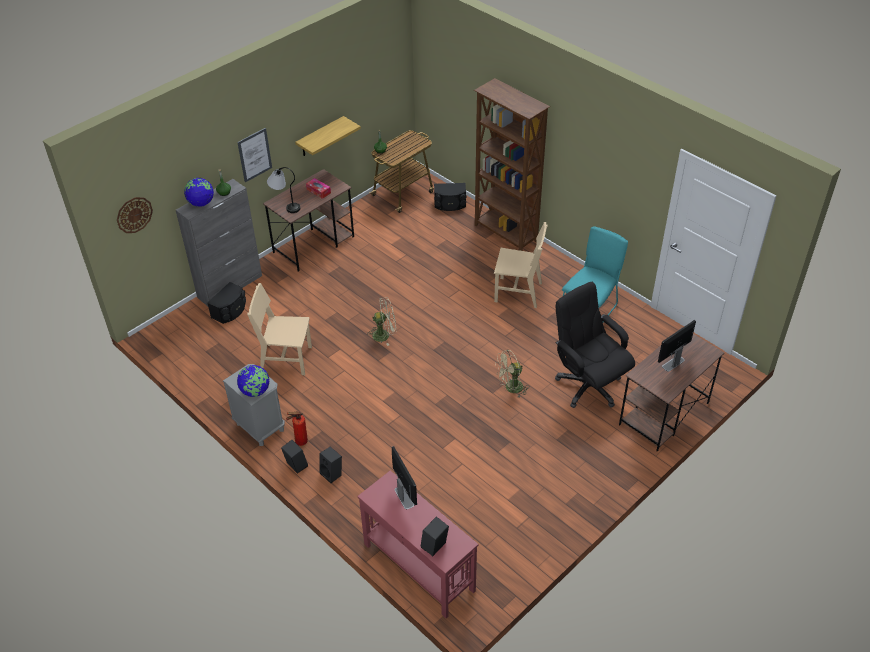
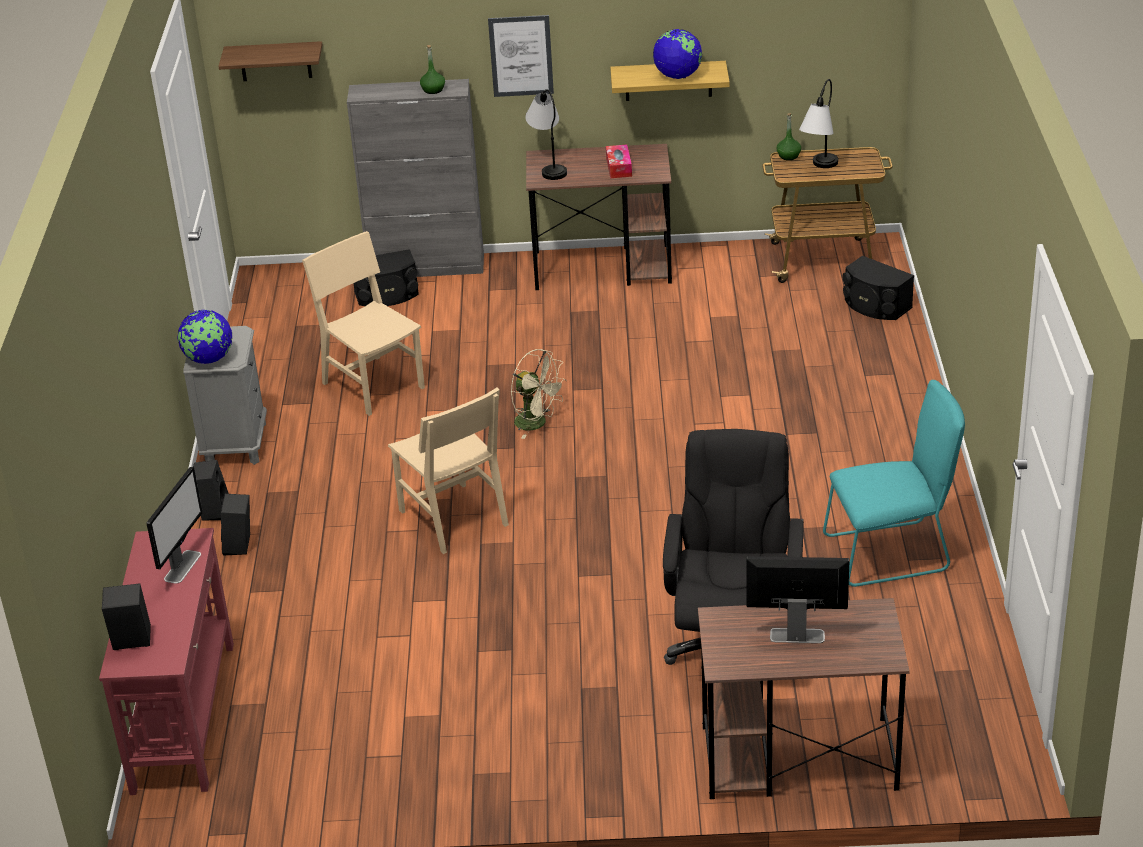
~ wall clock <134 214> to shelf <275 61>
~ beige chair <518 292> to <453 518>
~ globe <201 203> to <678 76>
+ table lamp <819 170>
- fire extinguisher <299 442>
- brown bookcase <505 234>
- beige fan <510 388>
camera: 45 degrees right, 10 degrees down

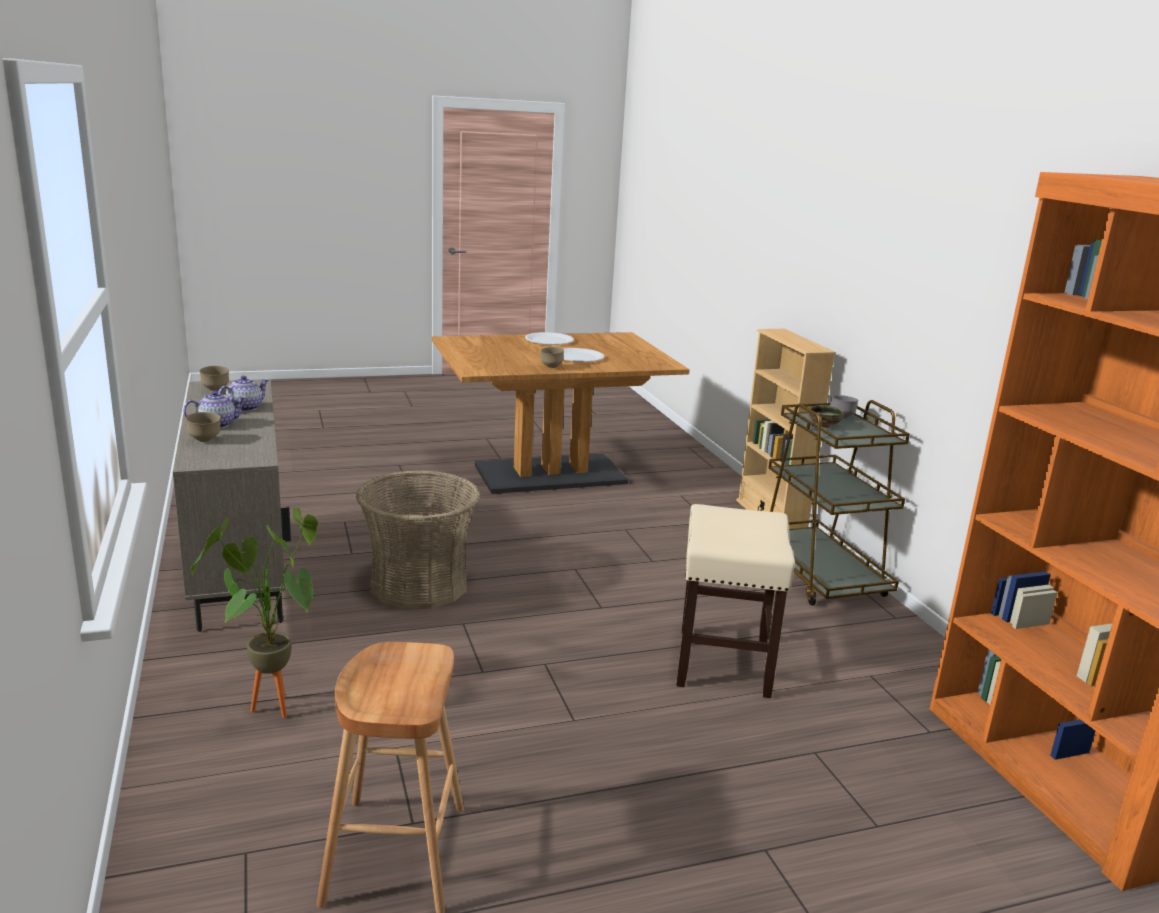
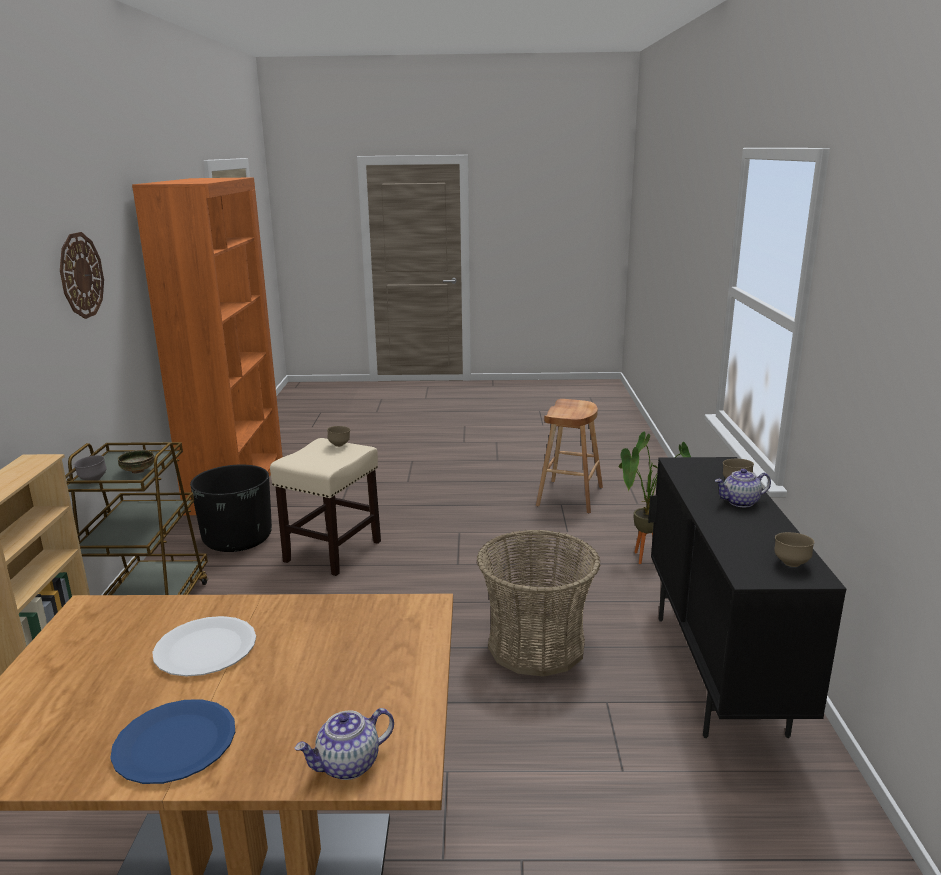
+ wall clock <81 275>
~ white plate <549 340> to blue plate <174 743>
+ black planter <237 539>
~ teapot <245 408> to <348 765>
~ brown bowl <551 367> to <339 445>
~ beige cabinet <240 581> to black cabinet <717 673>
camera: 160 degrees left, 0 degrees up

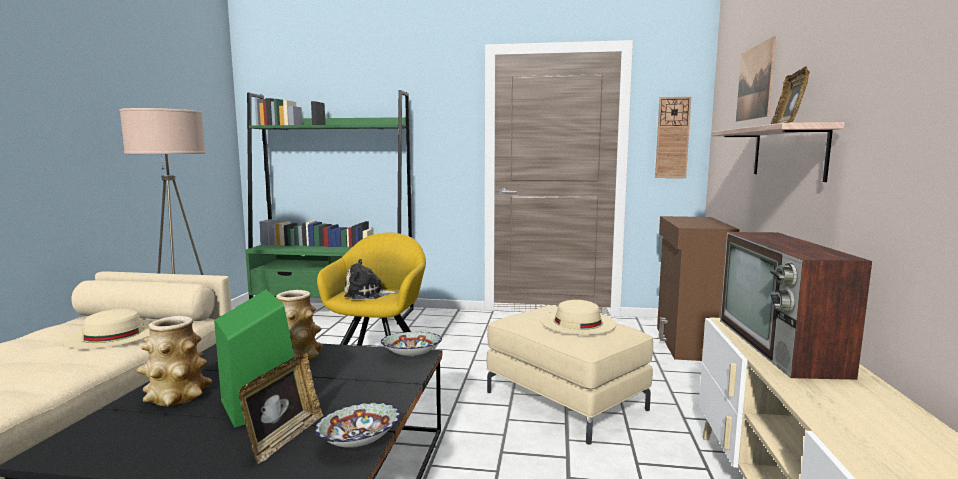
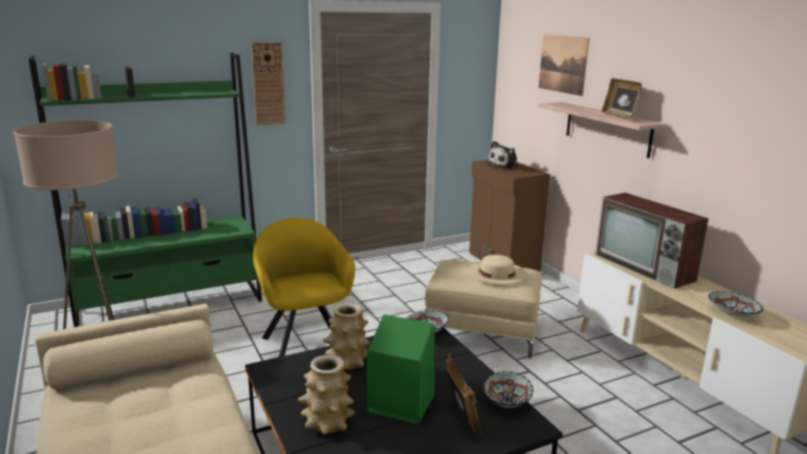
~ wall clock <672 138> to <268 83>
~ plush toy <367 294> to <505 166>
+ bowl <732 314>
- beige hat <113 334>
camera: 35 degrees left, 10 degrees up

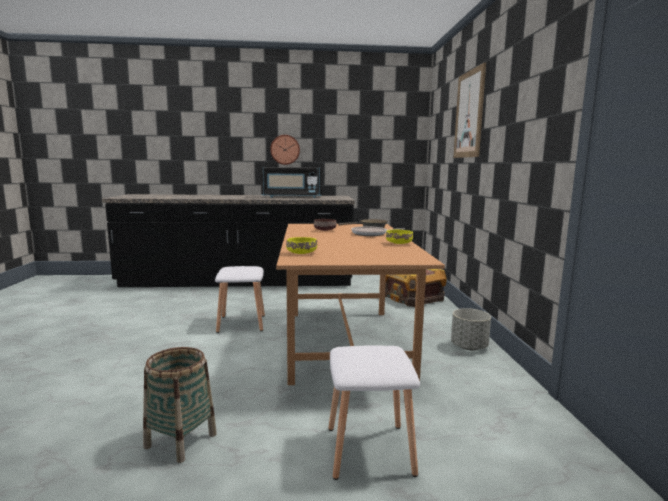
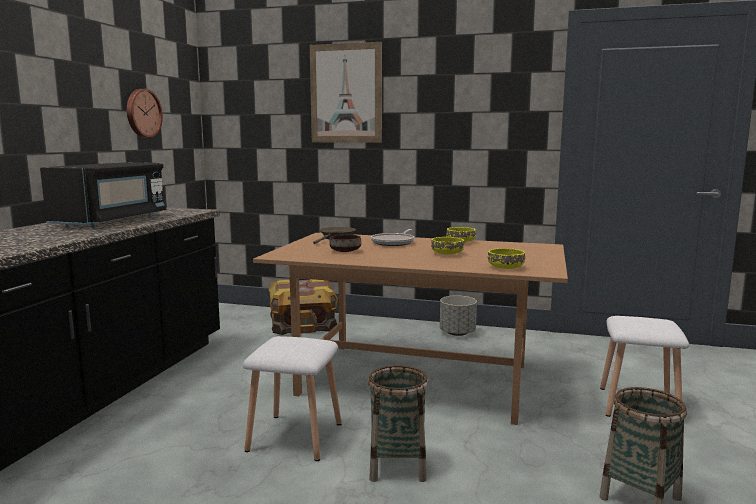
~ wall clock <285 149> to <142 113>
+ basket <397 466>
+ yellow bowl <447 254>
camera: 70 degrees left, 0 degrees up

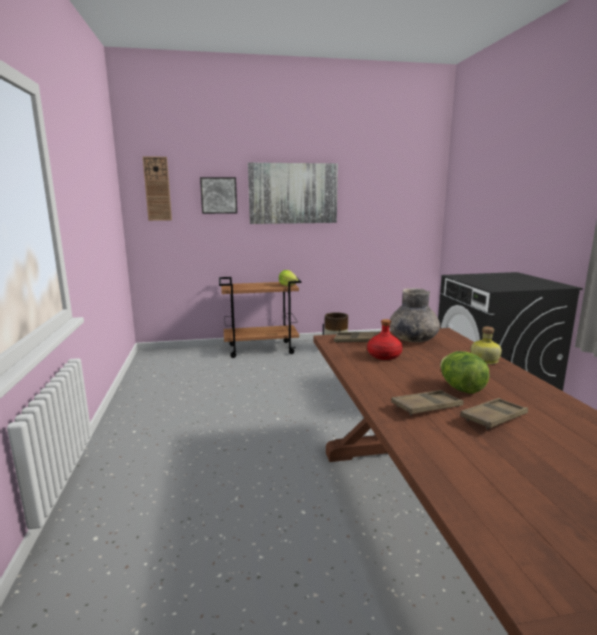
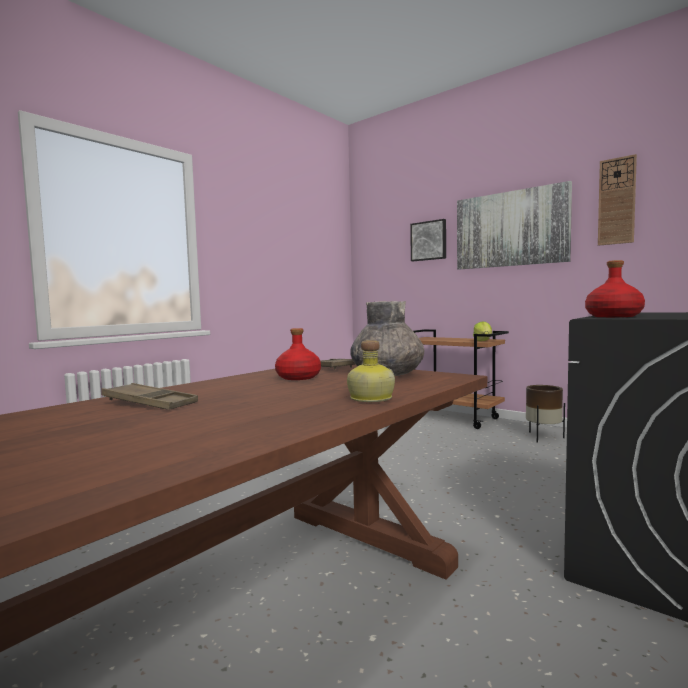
+ red bottle <614 316>
~ wall clock <157 189> to <616 201>
- lettuce <461 388>
- brown tray <494 418>
camera: 50 degrees right, 10 degrees down

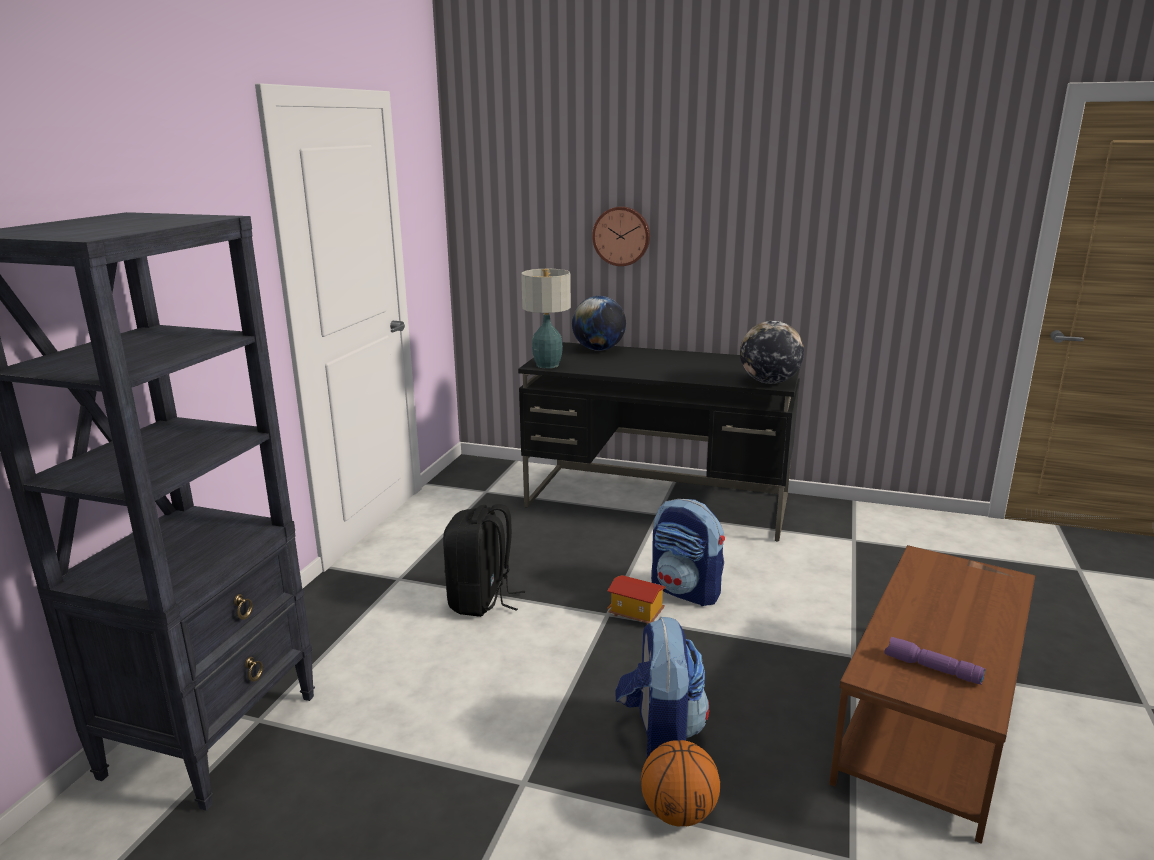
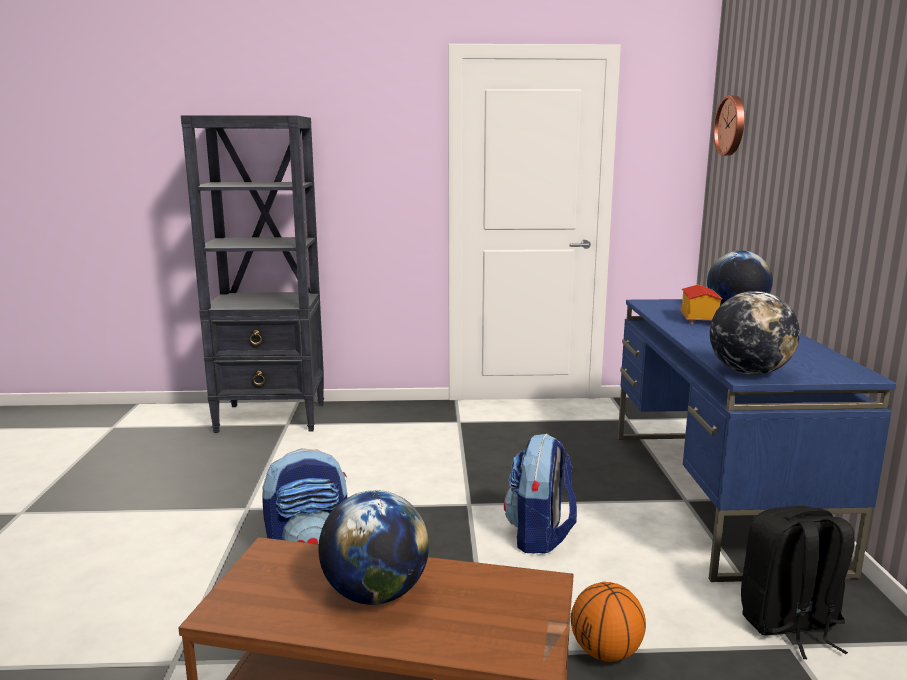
+ globe <375 594>
~ basketball <678 813> to <605 652>
~ black desk <659 501> to blue desk <716 496>
~ toy house <635 614> to <698 320>
~ wall clock <621 236> to <732 125>
~ black backpack <481 600> to <790 625>
- table lamp <547 365>
- purple flashlight <931 669>
camera: 70 degrees right, 5 degrees down

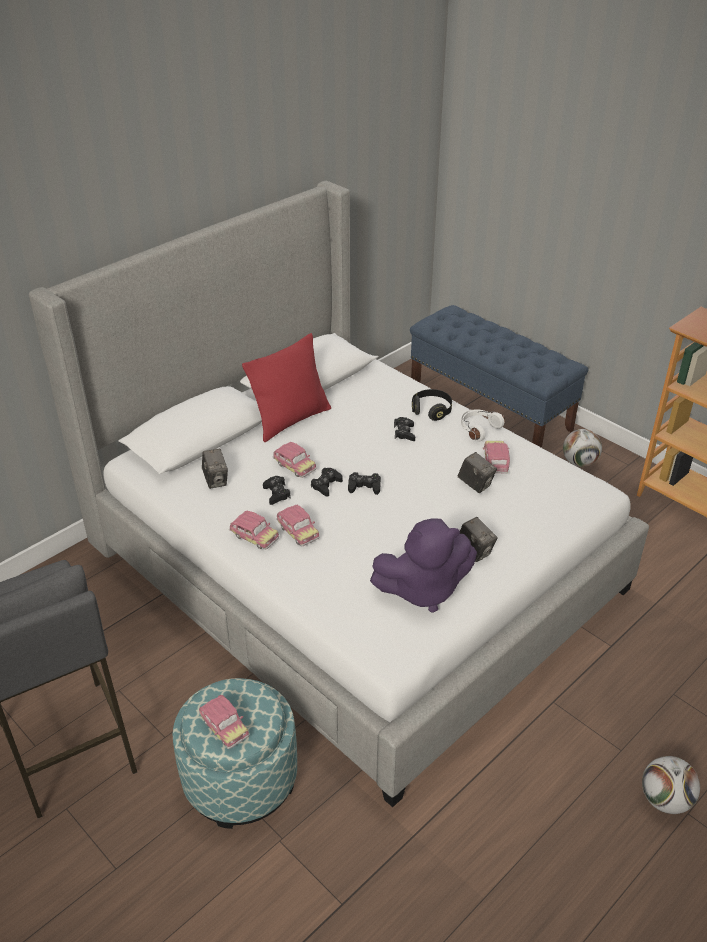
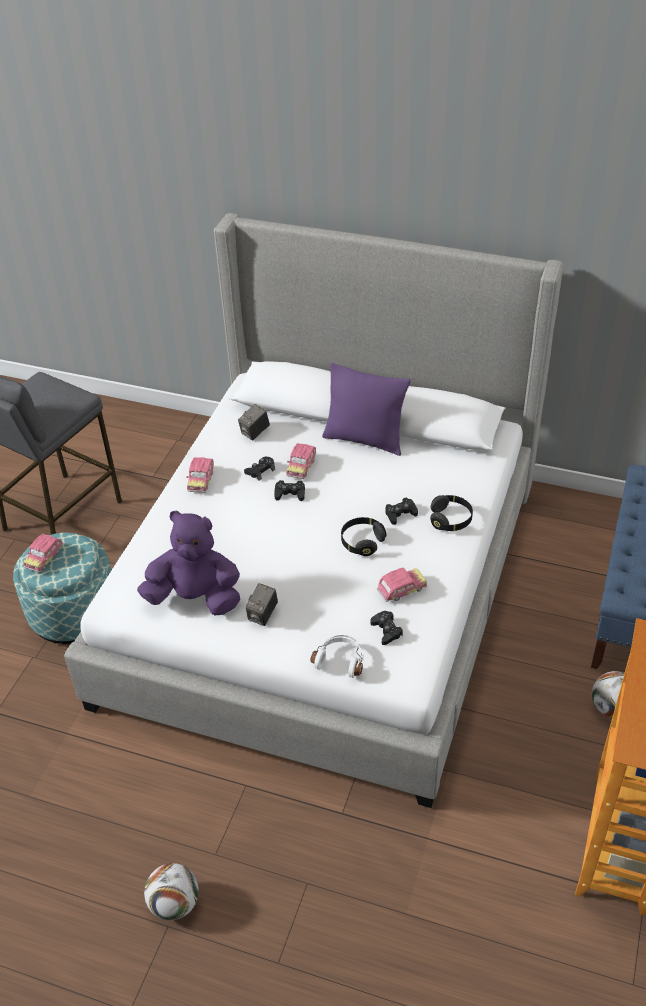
~ purple plush toy <423 590> = <195 598> 135 degrees clockwise
~ white headphones <478 429> to <340 660>
~ red pillow <291 420> to purple pillow <365 439>
+ black headphones <362 542>
~ black game controller <364 487> to <386 630>
- toy car <297 532>
- photo camera <475 484>
camera: 65 degrees right, 5 degrees up

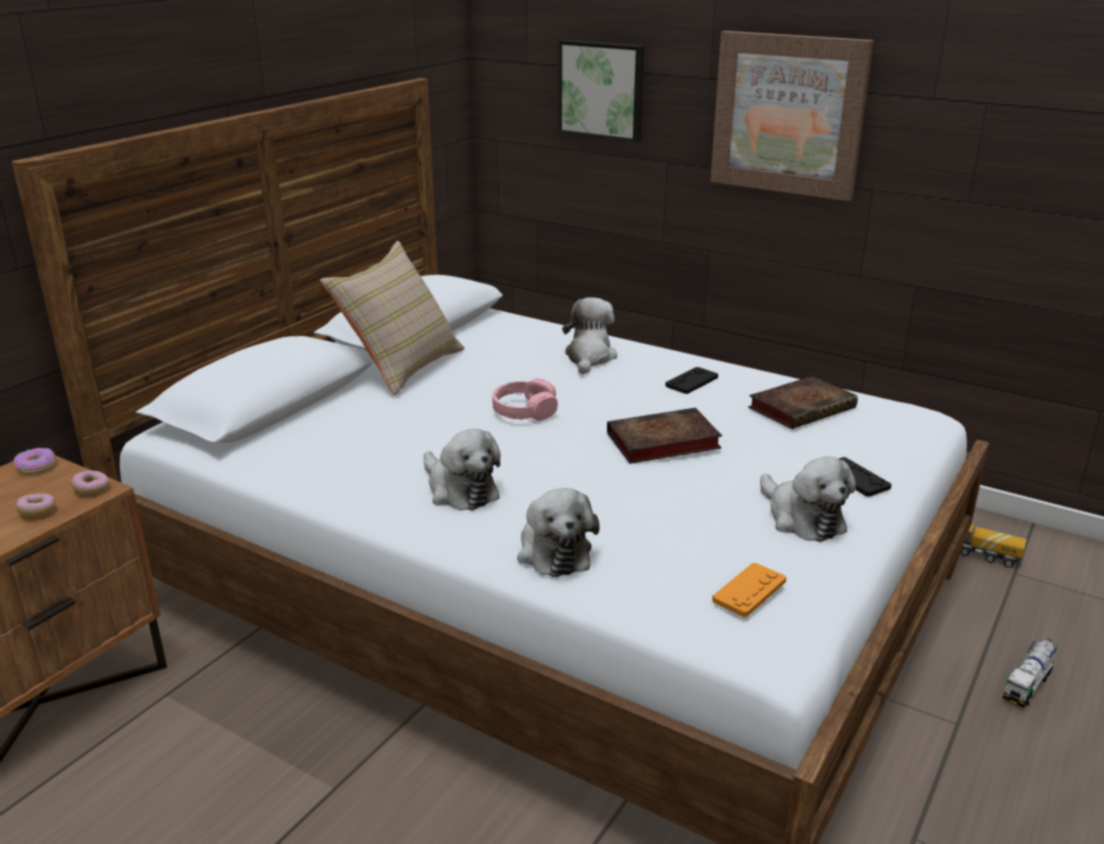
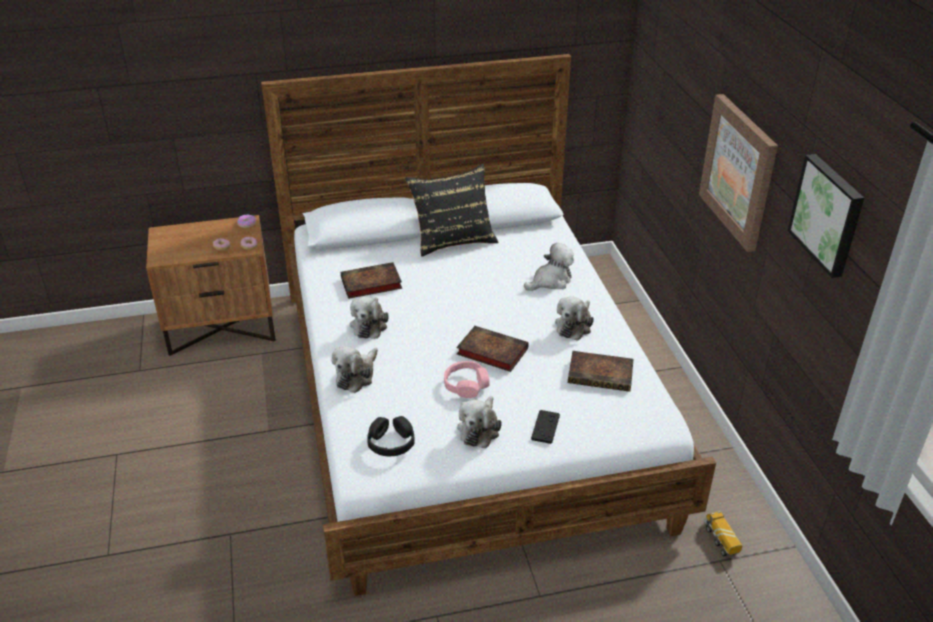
+ book <370 284>
~ orange game controller <749 591> to black headphones <391 443>
~ beige pillow <401 366> to black pillow <453 239>
~ pink headphones <524 411> to <466 385>
~ black game controller <691 381> to plush toy <574 325>
~ picture <602 90> to <828 214>
- toy truck <1027 684>
camera: 45 degrees right, 10 degrees up

